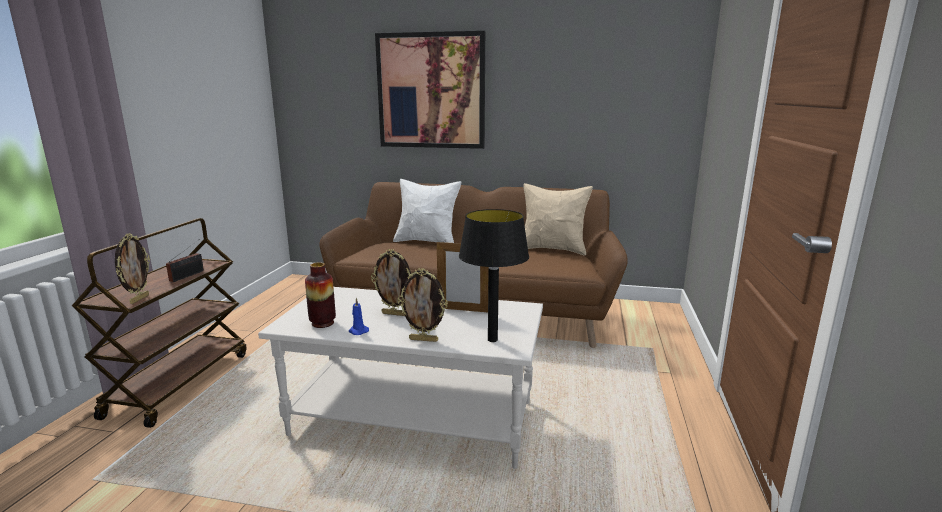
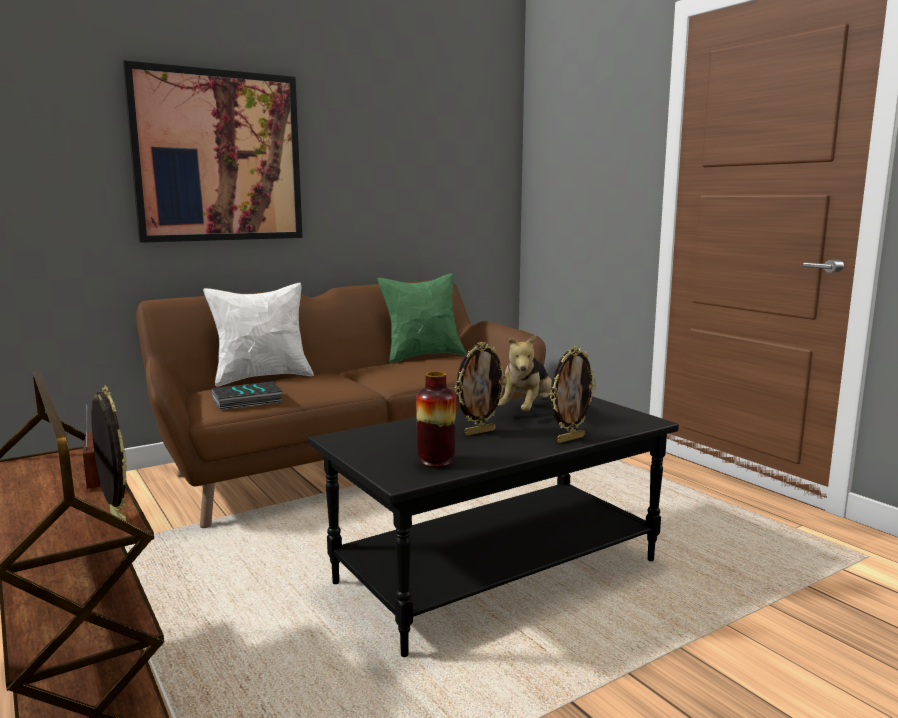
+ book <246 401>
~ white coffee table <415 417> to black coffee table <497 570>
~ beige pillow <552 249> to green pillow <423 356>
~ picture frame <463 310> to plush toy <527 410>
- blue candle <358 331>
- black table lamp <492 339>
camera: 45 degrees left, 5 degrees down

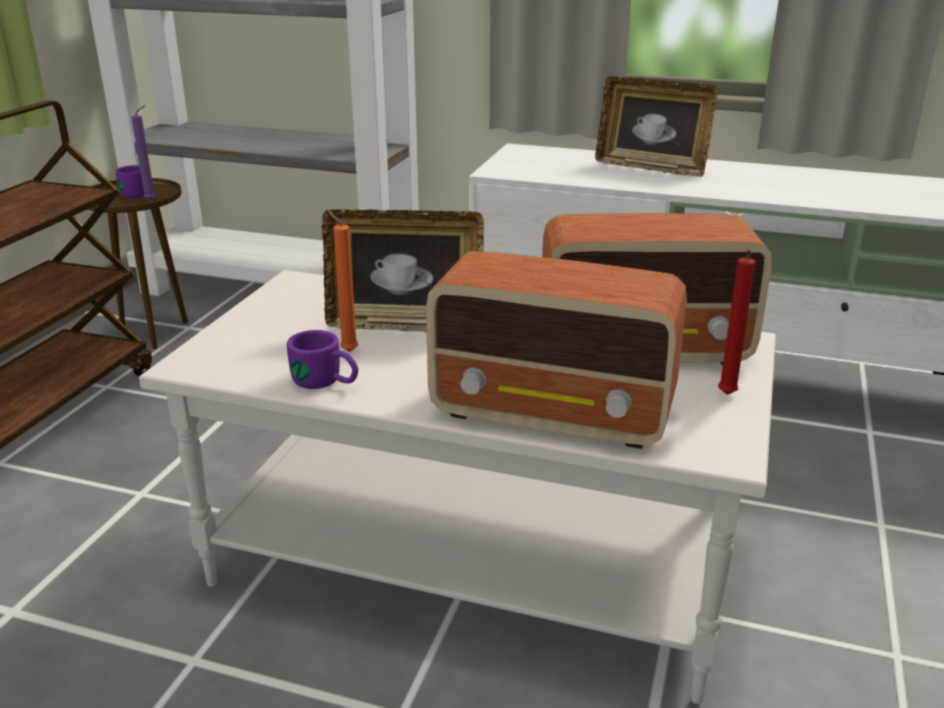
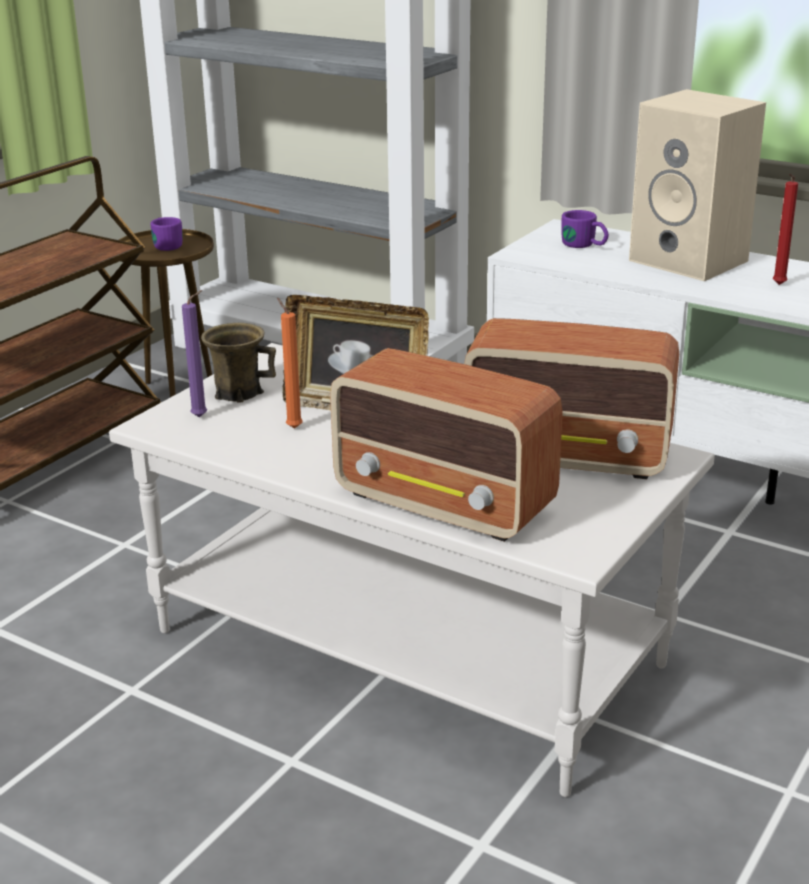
~ purple candle <152 200> to <202 416>
+ brown mug <238 392>
~ purple mug <326 383> to <585 246>
~ picture frame <651 167> to beige speaker <692 261>
~ red candle <726 396> to <778 285>
camera: 15 degrees right, 0 degrees up

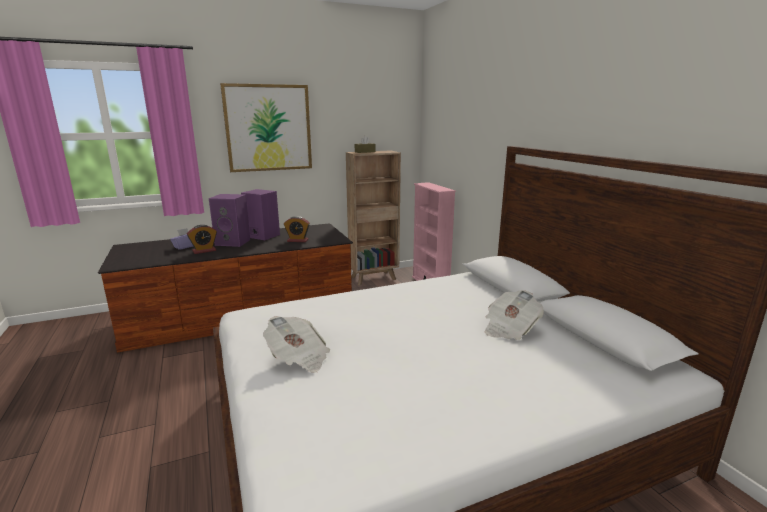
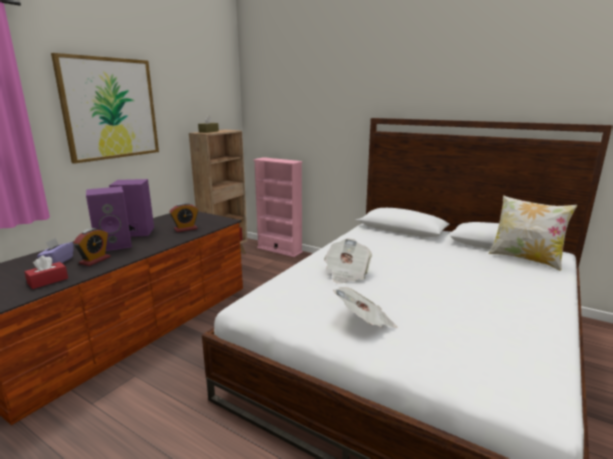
+ red tissue box <48 281>
~ newspaper <509 329> to <346 273>
+ pillow <525 259>
camera: 35 degrees left, 0 degrees up

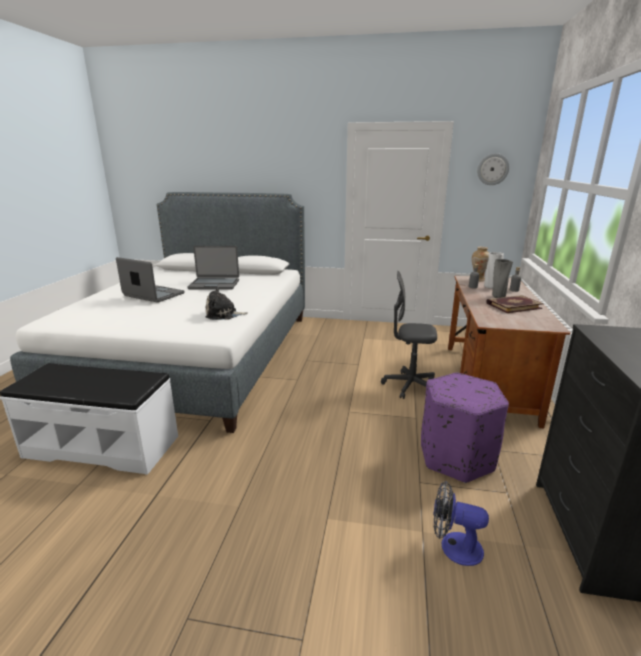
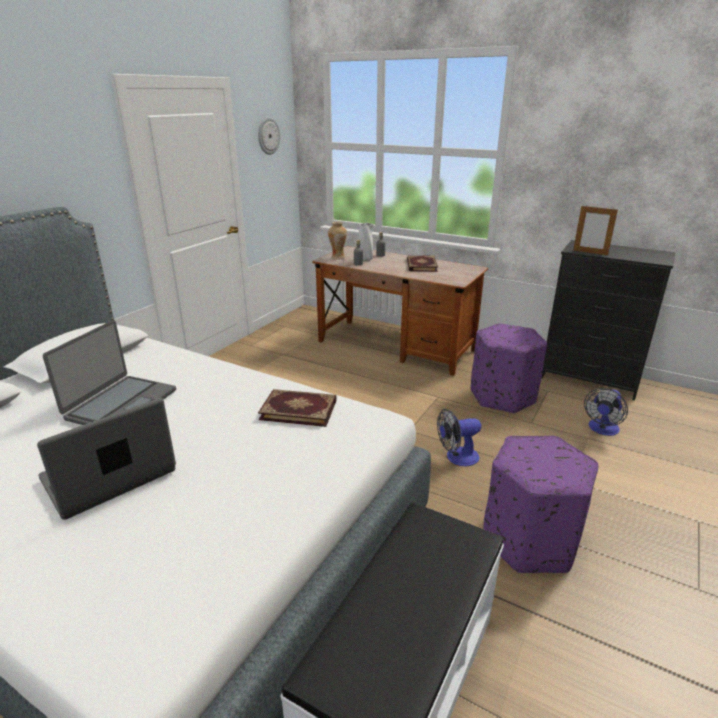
~ plush toy <223 315> to book <299 409>
+ fan <457 457>
+ purple ottoman <530 541>
+ picture frame <590 252>
- grey office chair <409 386>
- grey vase <497 297>
camera: 70 degrees left, 5 degrees up

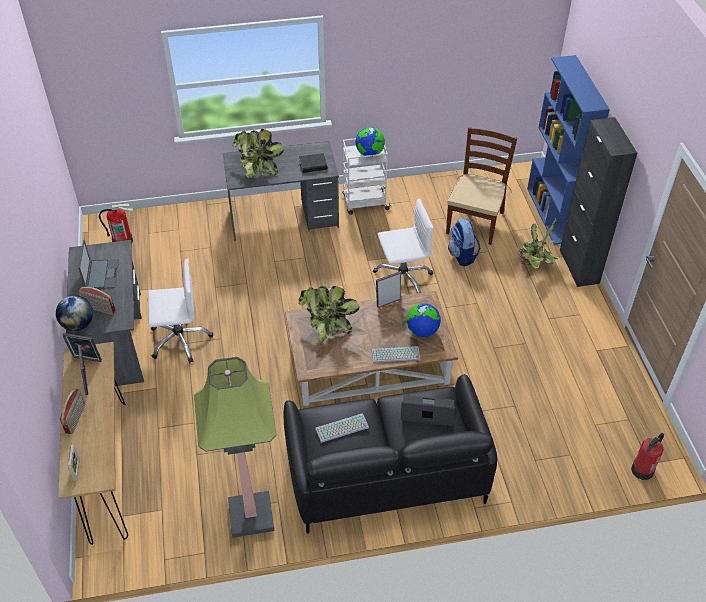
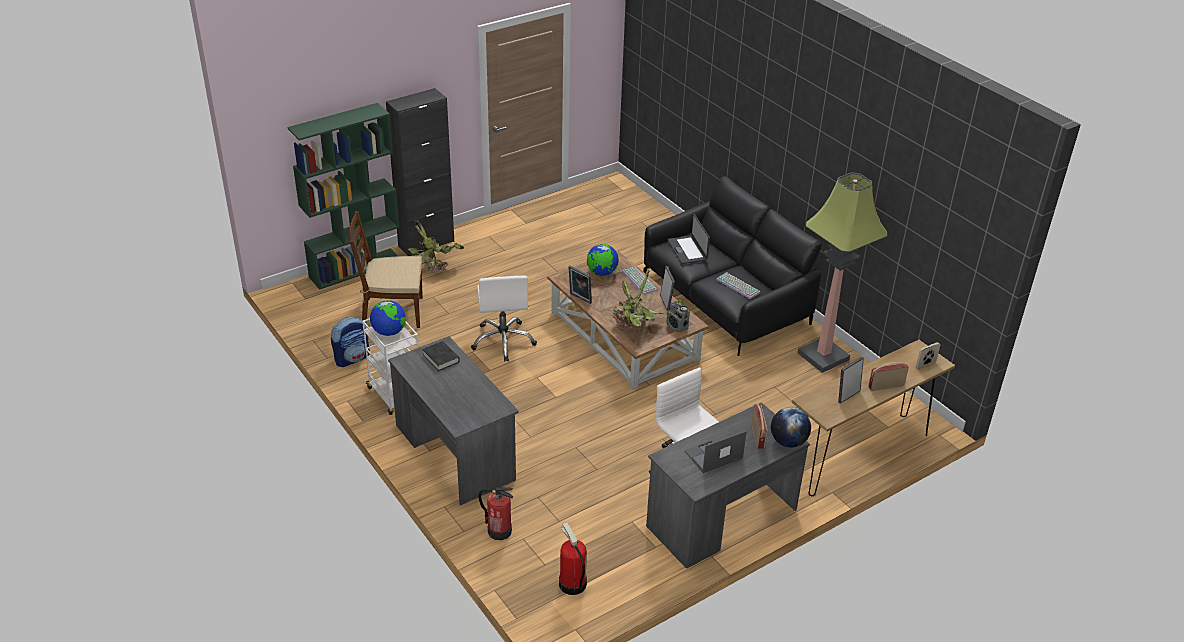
~ blue bookcase <551 214> to green bookcase <356 268>
~ backpack <462 256> to <352 358>
~ white office chair <402 279> = <503 341> 150 degrees counterclockwise
~ fire extinguisher <642 470> to <499 531>
~ picture frame <86 360> to <666 302>
+ radio <677 327>
- potted plant <257 168>
camera: 115 degrees left, 10 degrees down

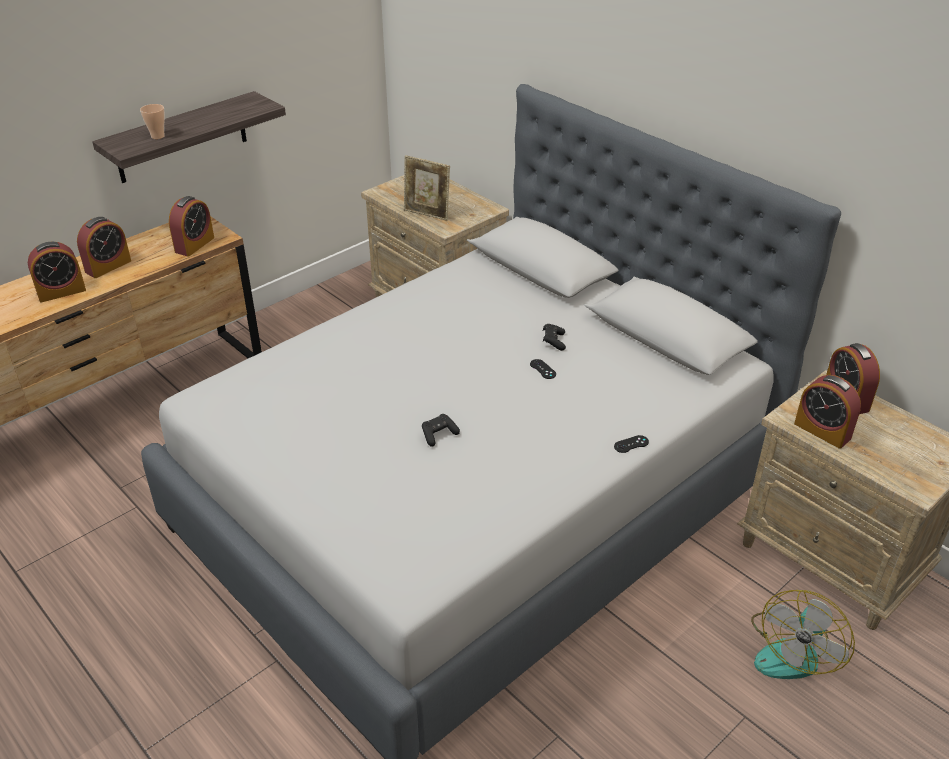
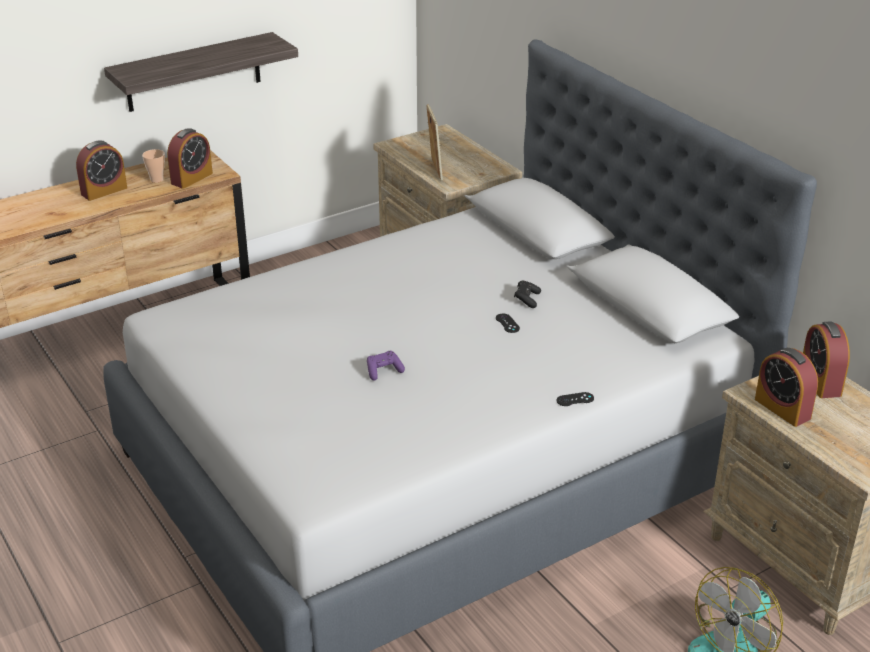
~ cup <157 136> to <157 180>
~ black game controller <439 435> to purple game controller <383 371>
~ picture frame <427 214> = <434 170> 135 degrees counterclockwise
- alarm clock <61 292>
camera: 10 degrees right, 5 degrees down

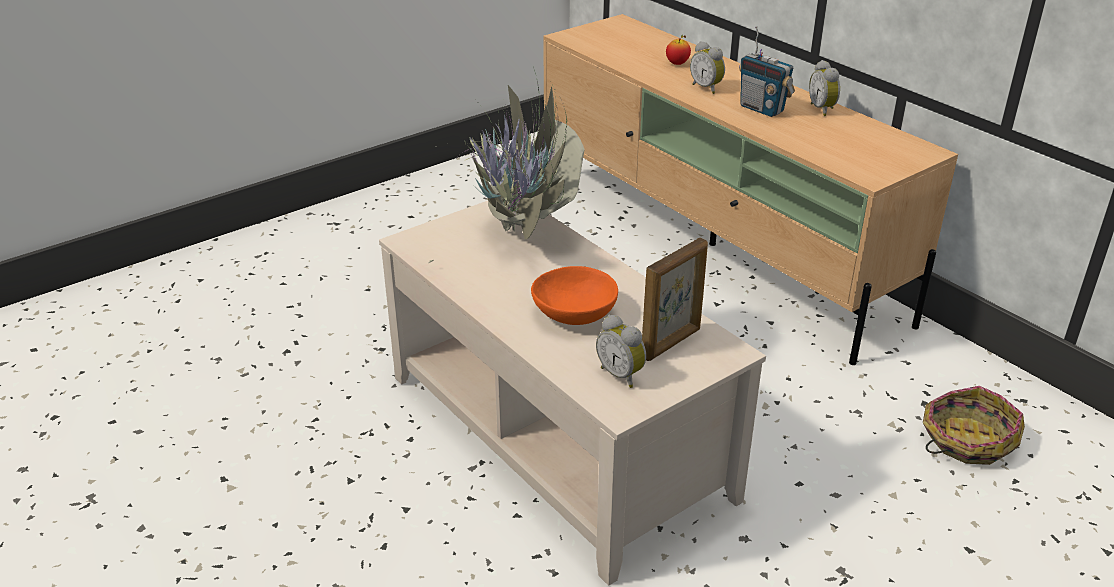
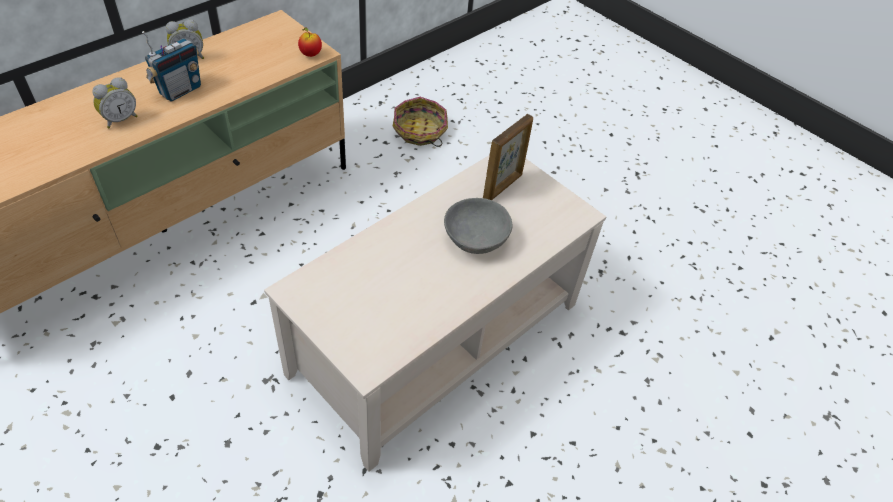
~ apple <677 63> to <310 54>
~ orange bowl <575 313> to grey bowl <475 238>
~ picture frame <672 343> = <503 186> 90 degrees clockwise
- potted plant <522 237>
- alarm clock <622 374>
camera: 100 degrees left, 15 degrees up

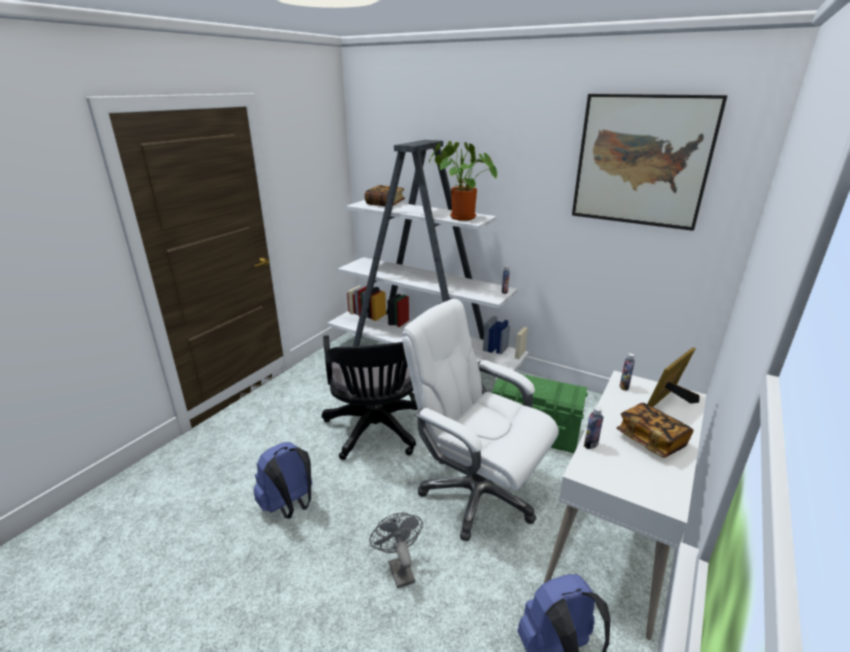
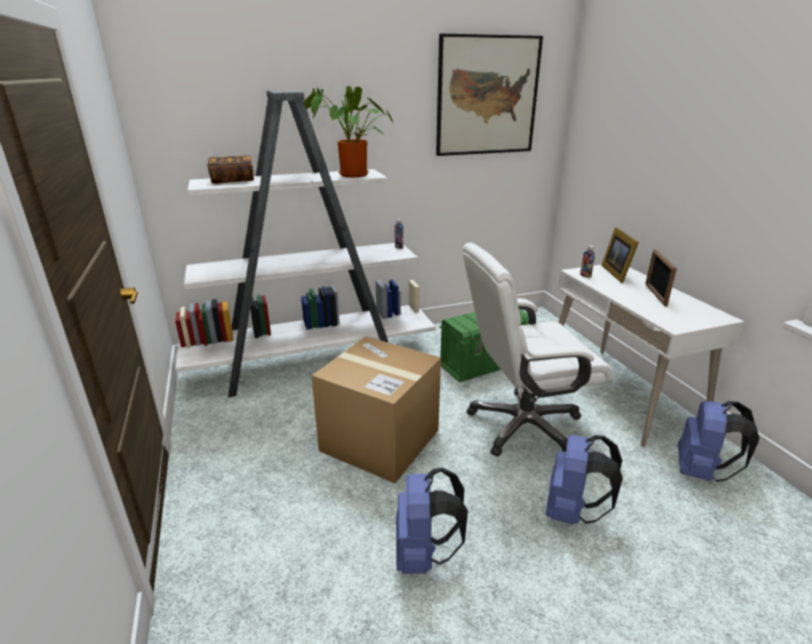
~ black office chair <376 432> to cardboard box <380 440>
~ grey fan <399 568> to blue backpack <572 511>
~ book <651 440> to picture frame <655 295>
- bottle <590 445>
camera: 50 degrees left, 0 degrees up

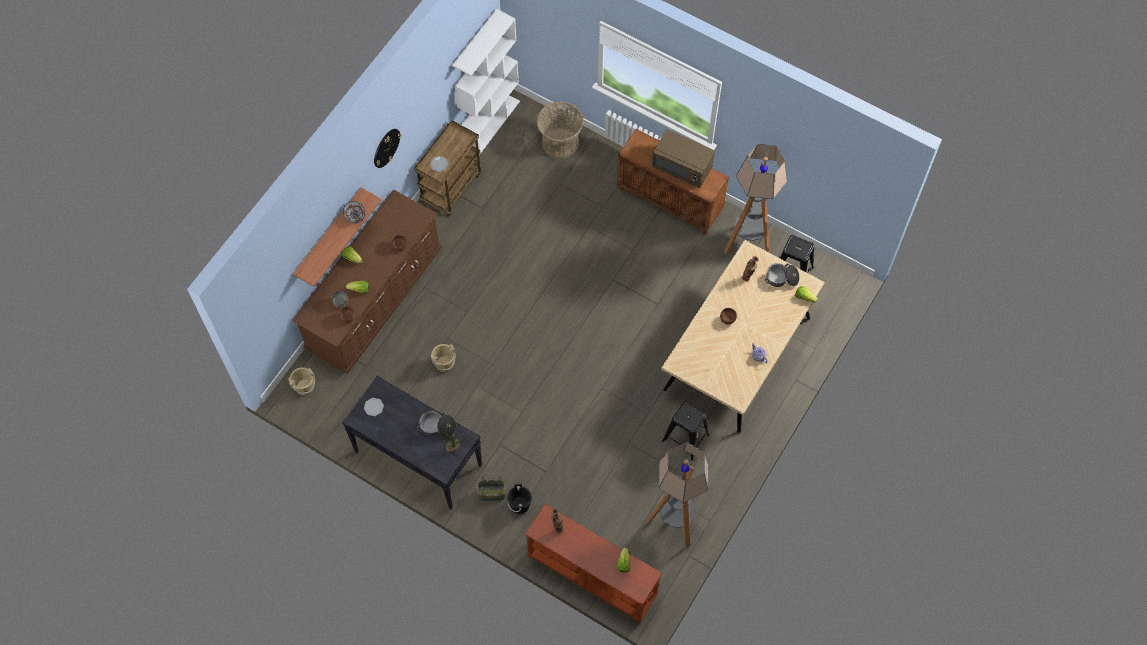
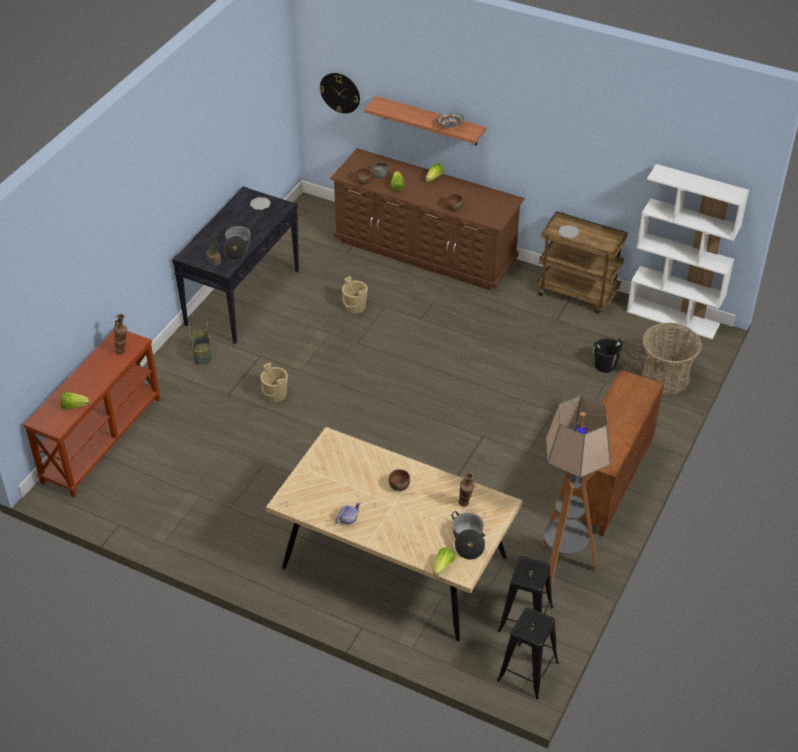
~ beige bucket <304 386> to <275 394>
~ wall clock <386 147> to <340 92>
~ black stool <685 438> to <527 672>
~ black bucket <520 504> to <605 365>
- floor lamp <674 523>
- brown microwave <682 167>
camera: 85 degrees right, 20 degrees down

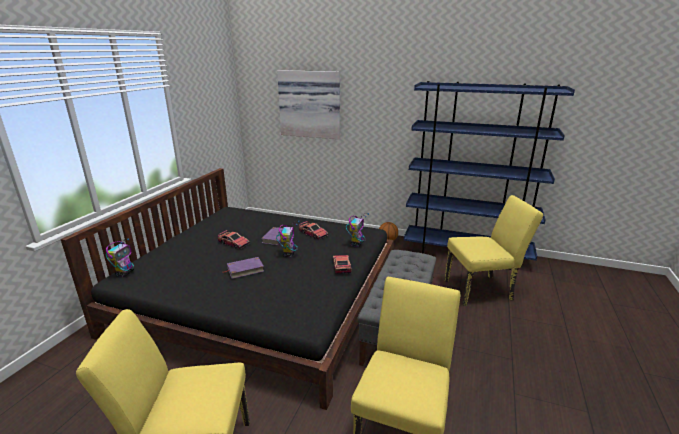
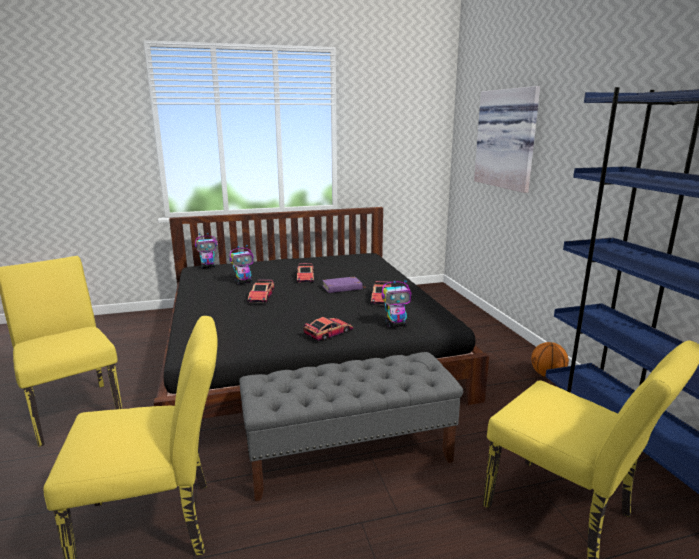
~ toy robot <289 254> to <244 282>
~ purple book <245 269> to toy car <261 296>
camera: 55 degrees right, 5 degrees down

